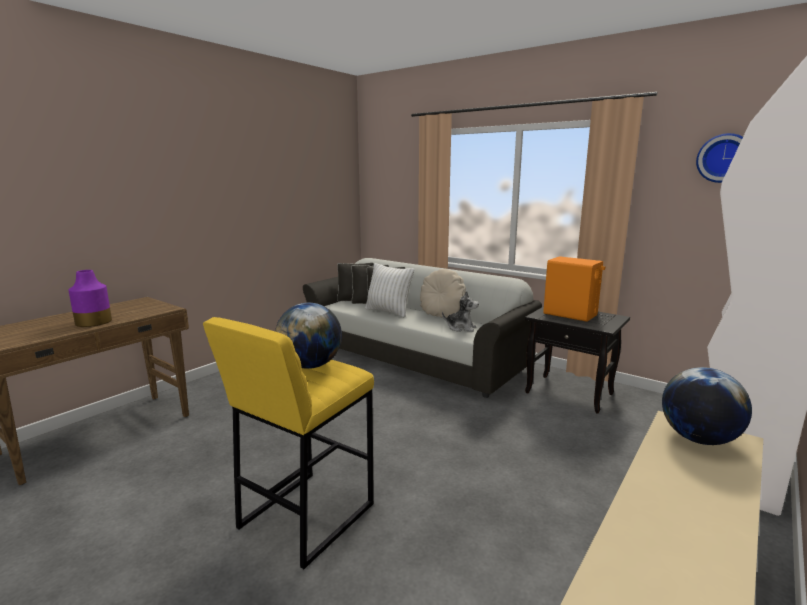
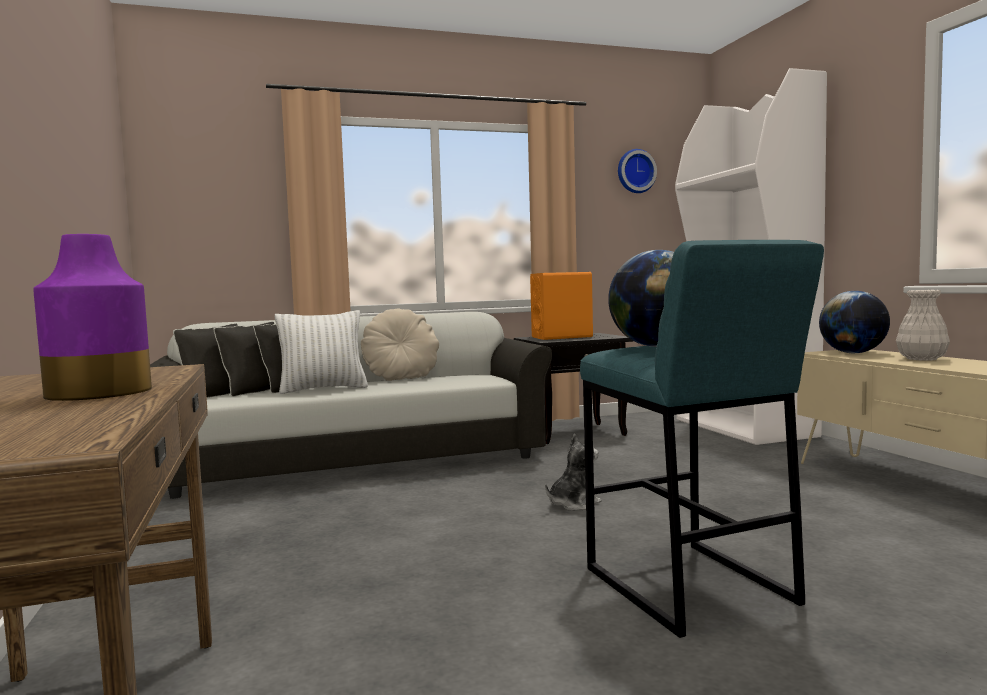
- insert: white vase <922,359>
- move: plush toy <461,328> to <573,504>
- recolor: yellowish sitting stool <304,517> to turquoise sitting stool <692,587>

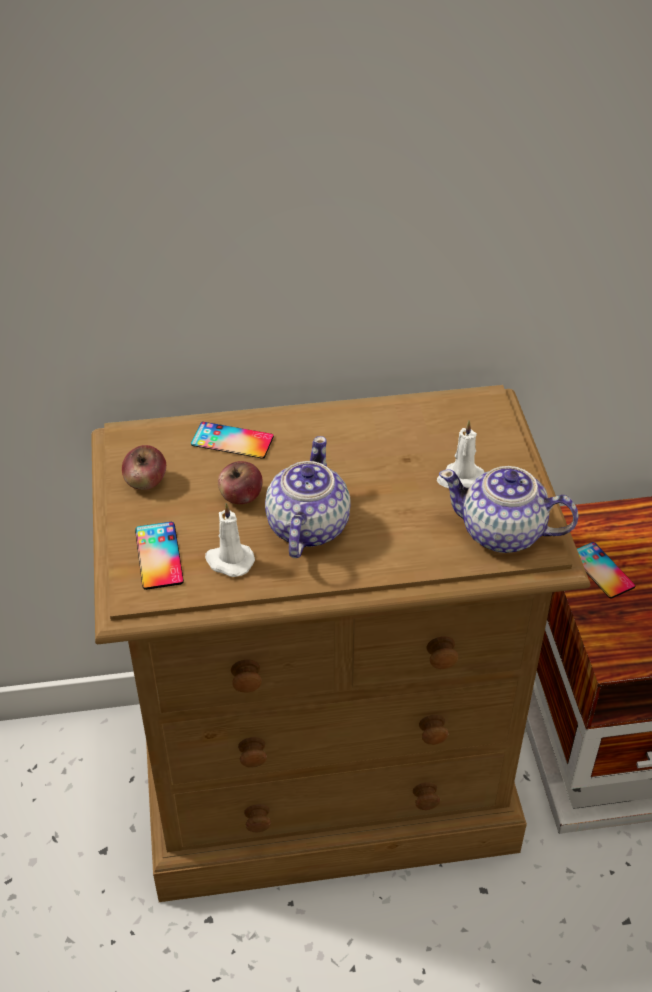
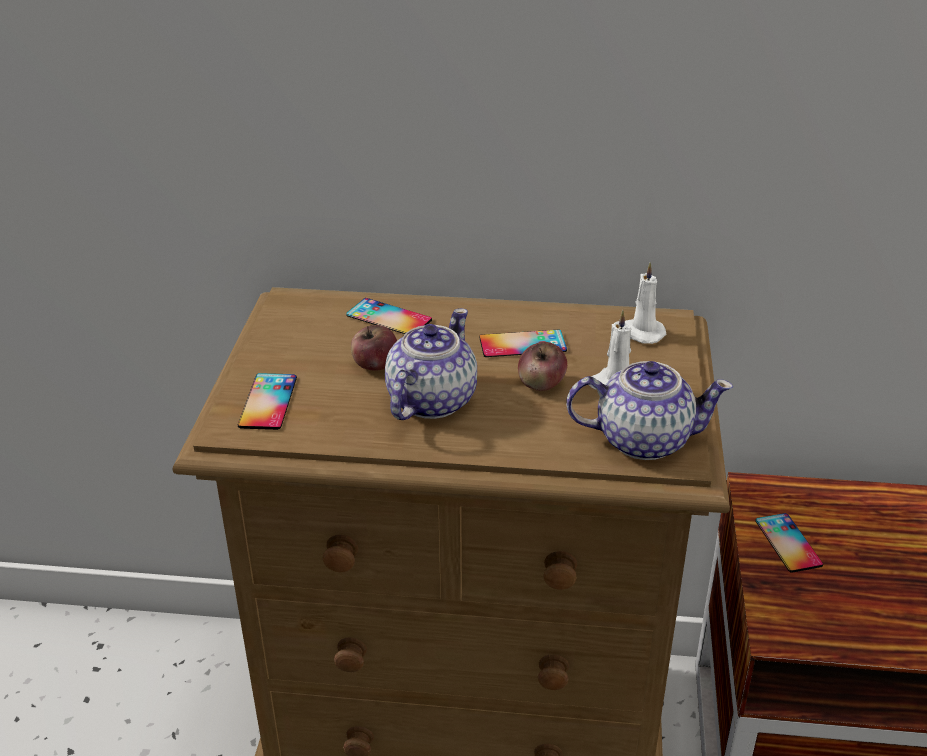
- insert: phone <522,344>
- move: apple fruit <146,482> to <541,384>
- move: white candle <229,561> to <640,333>
- rotate: teapot <503,533> = <642,439> 150 degrees clockwise

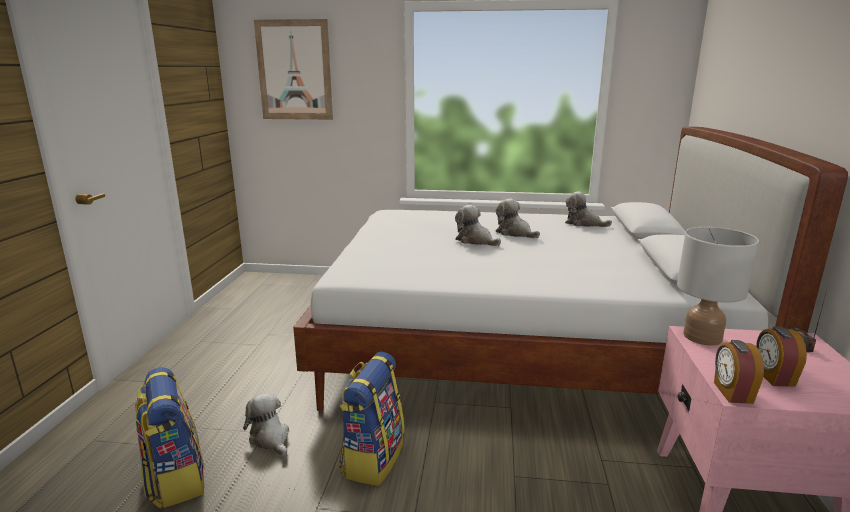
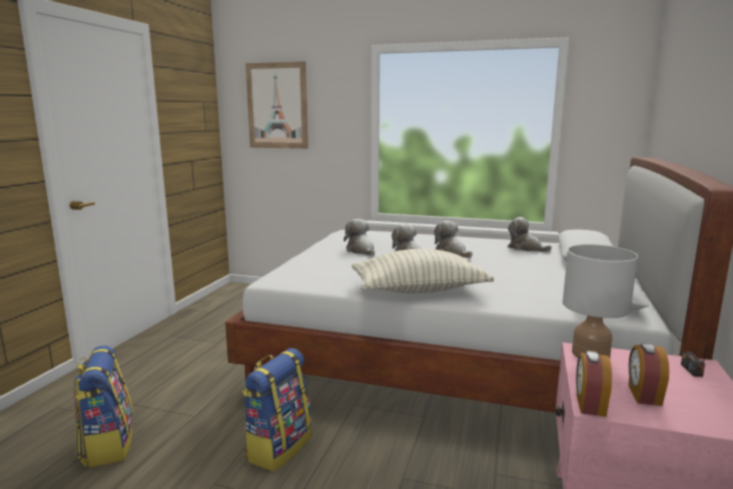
- insert: pillow <418,290>
- move: plush toy <270,438> to <361,251>

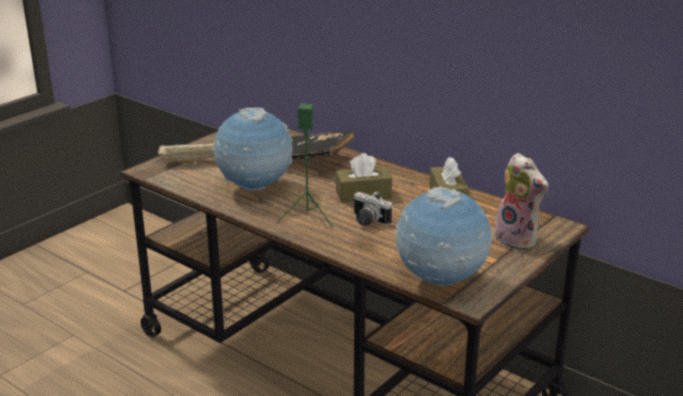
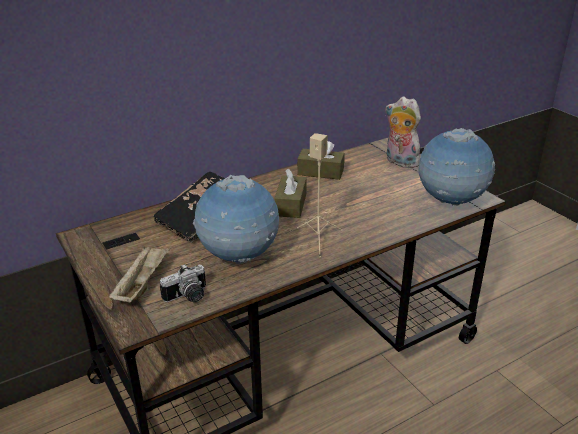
- move: photo camera <367,221> to <188,297>
- recolor: green-coloured speaker <308,217> to sand-coloured speaker <318,239>
- rotate: plush toy <518,240> = <399,162> 120 degrees counterclockwise

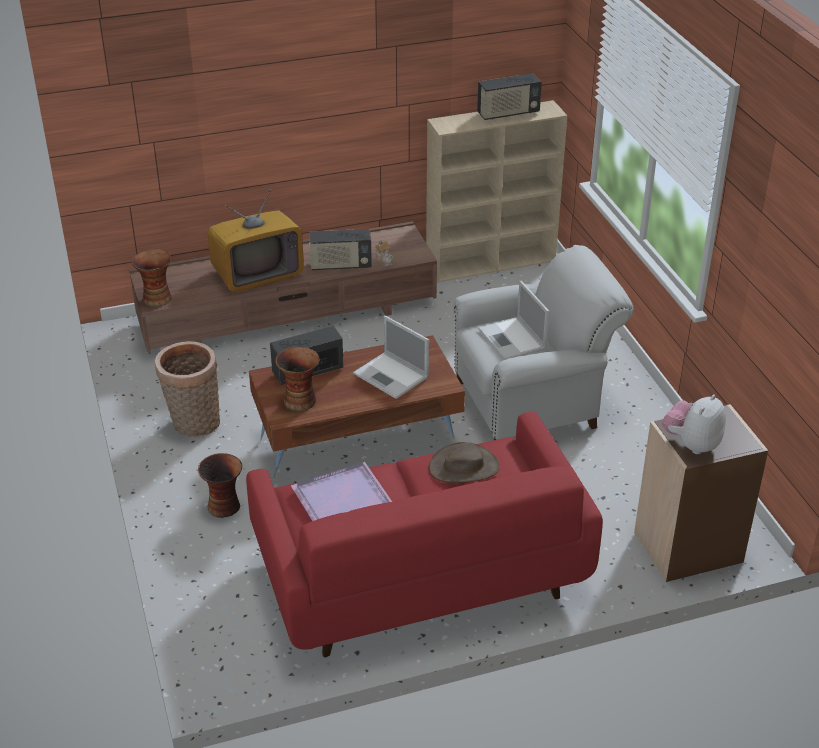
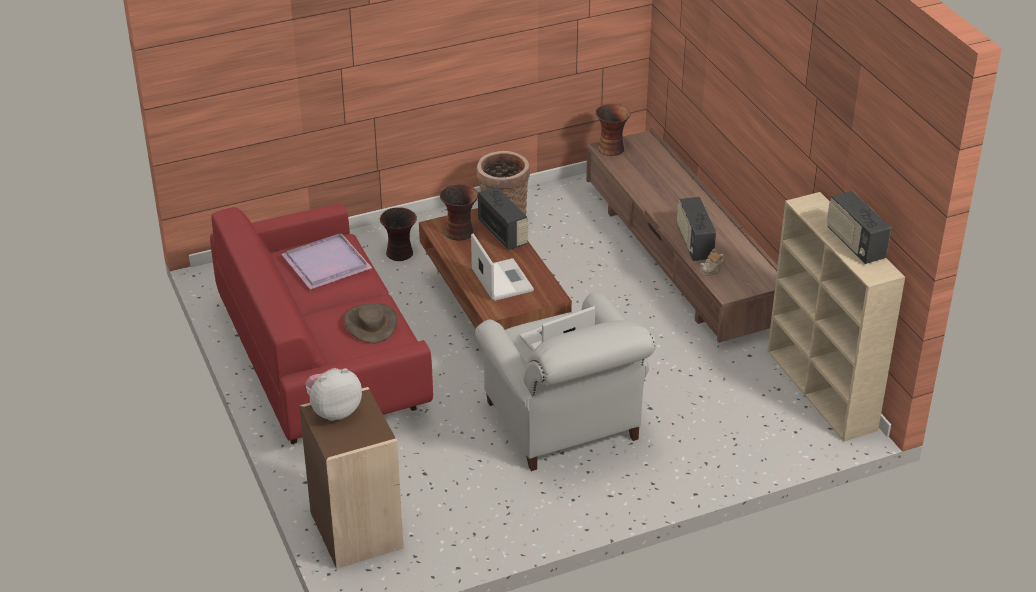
- delete: television <257,273>
- rotate: portable computer <392,376> = <501,279> 120 degrees clockwise
- rotate: plush toy <692,444> = <334,411> 60 degrees counterclockwise

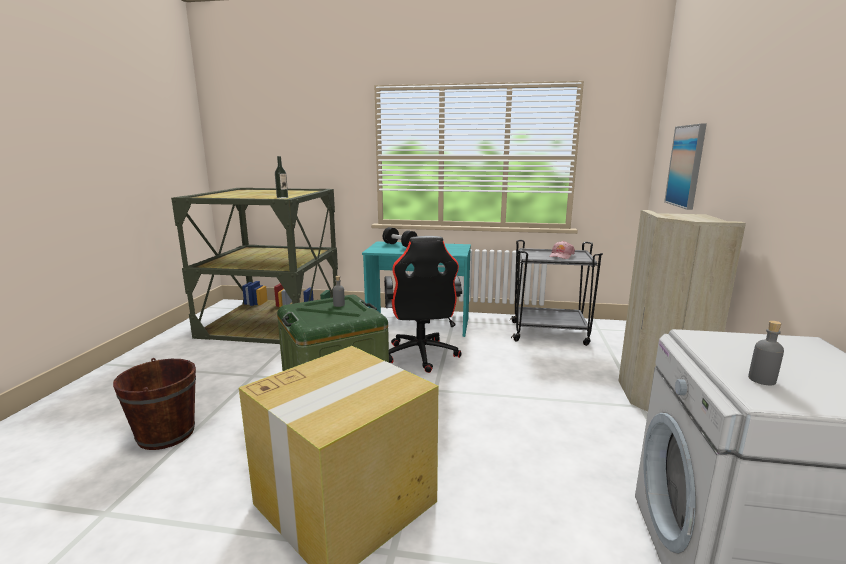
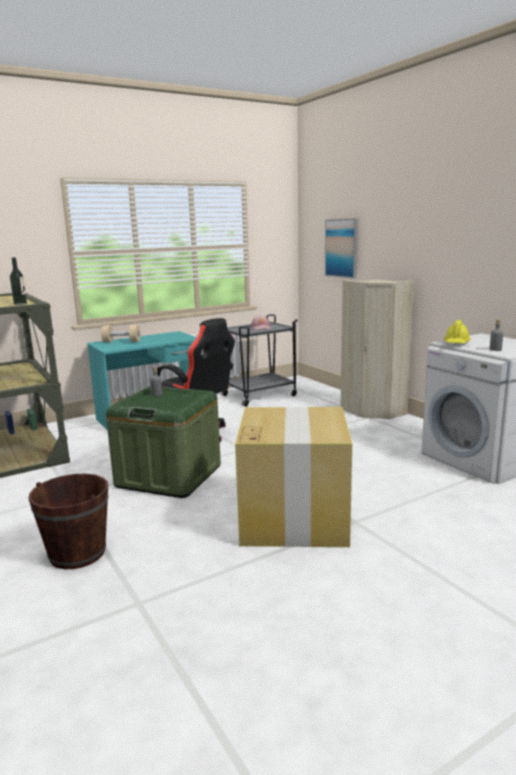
- insert: yellowish work helmet <456,343>
- recolor: blackish free weight <400,245> to sand-coloured free weight <121,341>

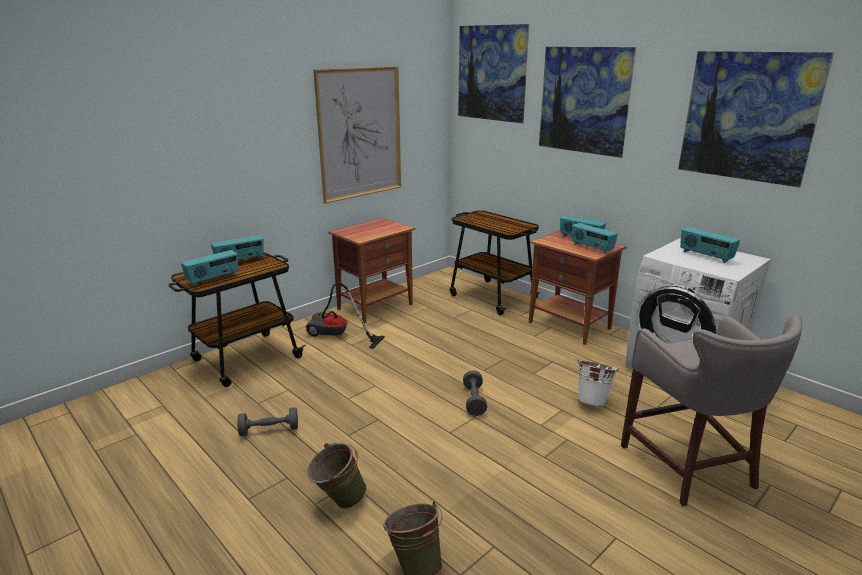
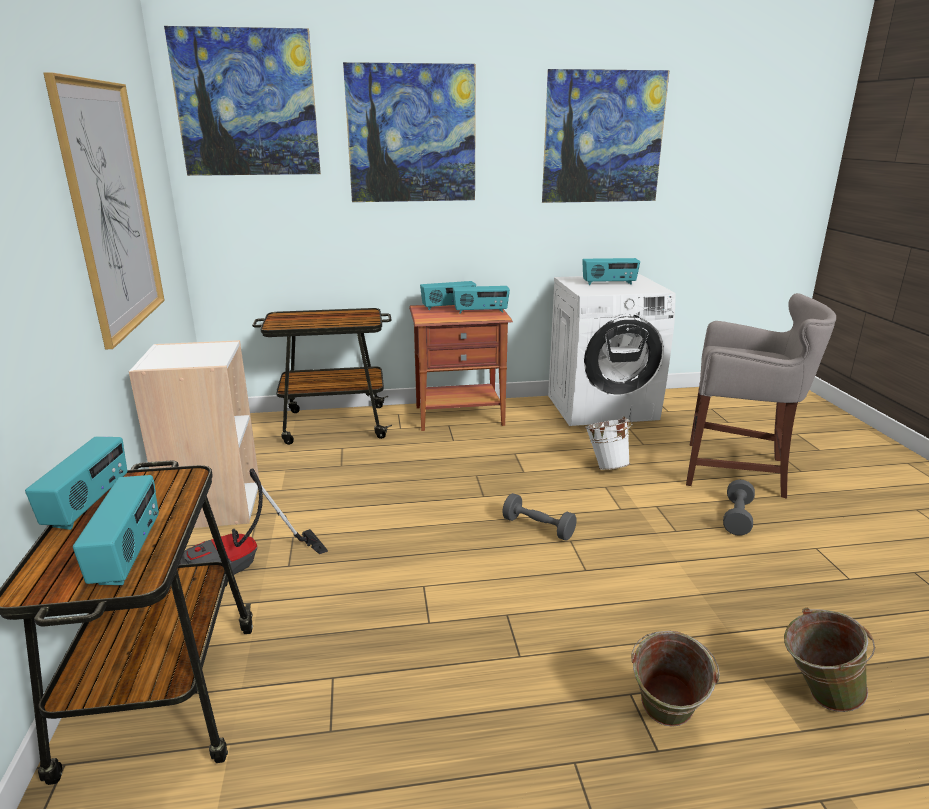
- move: grey free weight <269,430> to <737,517>
- replace: night table <375,306> to bookshelf <214,505>

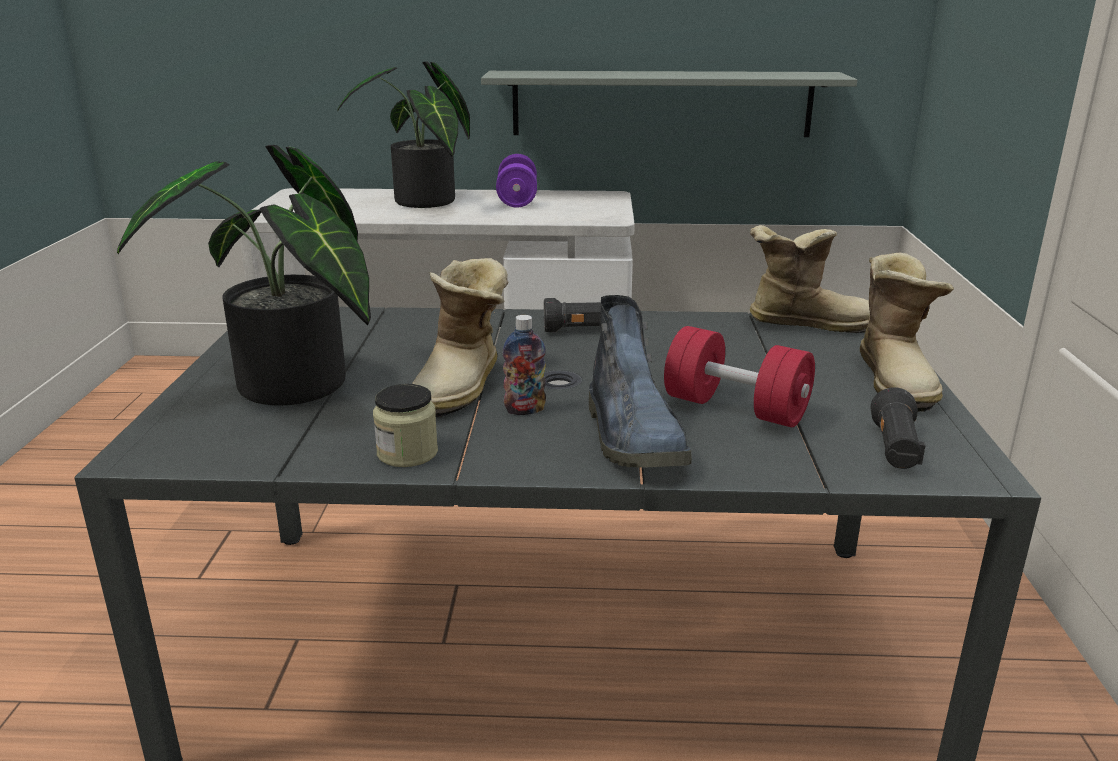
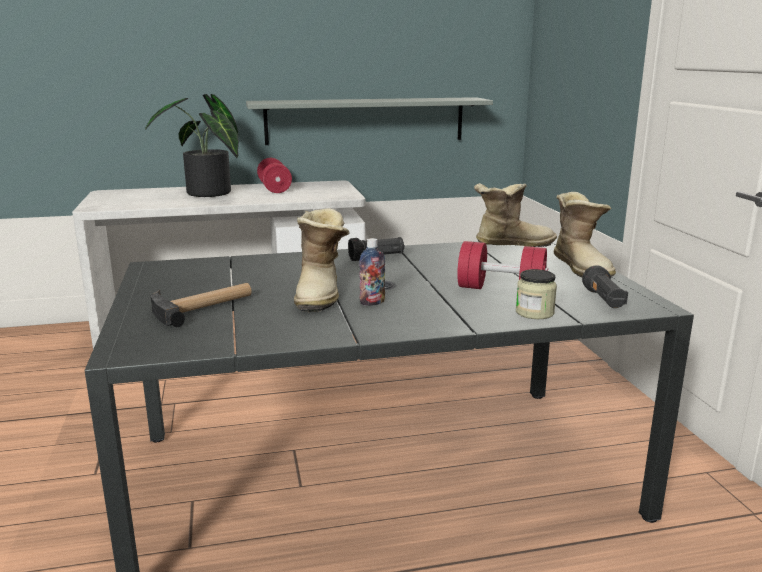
- delete: high-top boot <634,439>
- move: storage jar <407,453> to <534,312>
- replace: potted plant <292,390> to hand hammer <204,307>
- recolor: purple free weight <517,199> to red free weight <274,188>

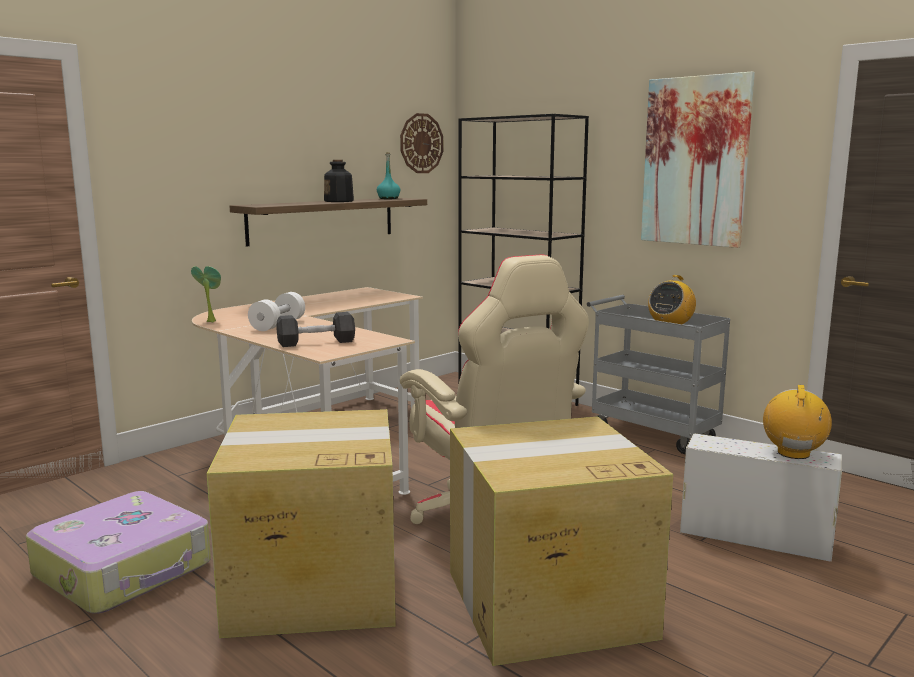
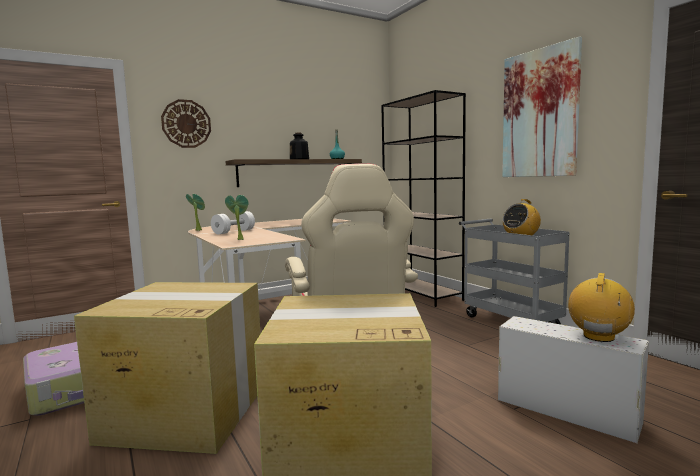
- move: hanging clock <421,143> to <186,124>
- replace: blackish free weight <316,342> to potted plant <239,239>

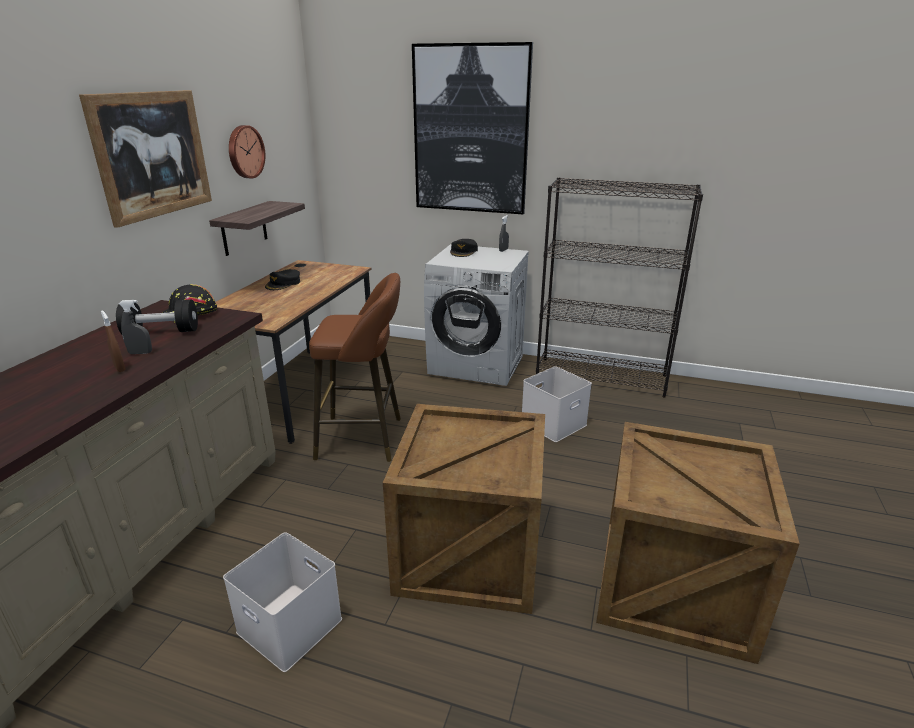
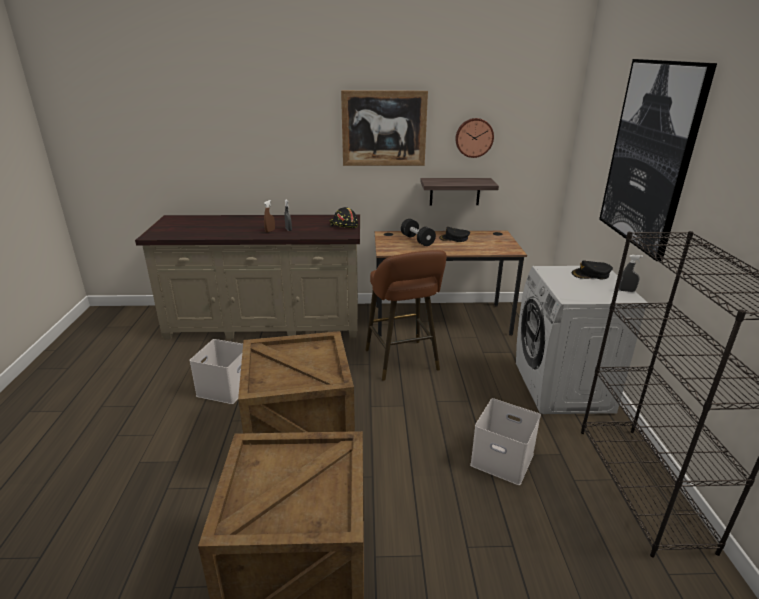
- move: blackish free weight <161,332> to <417,240>

